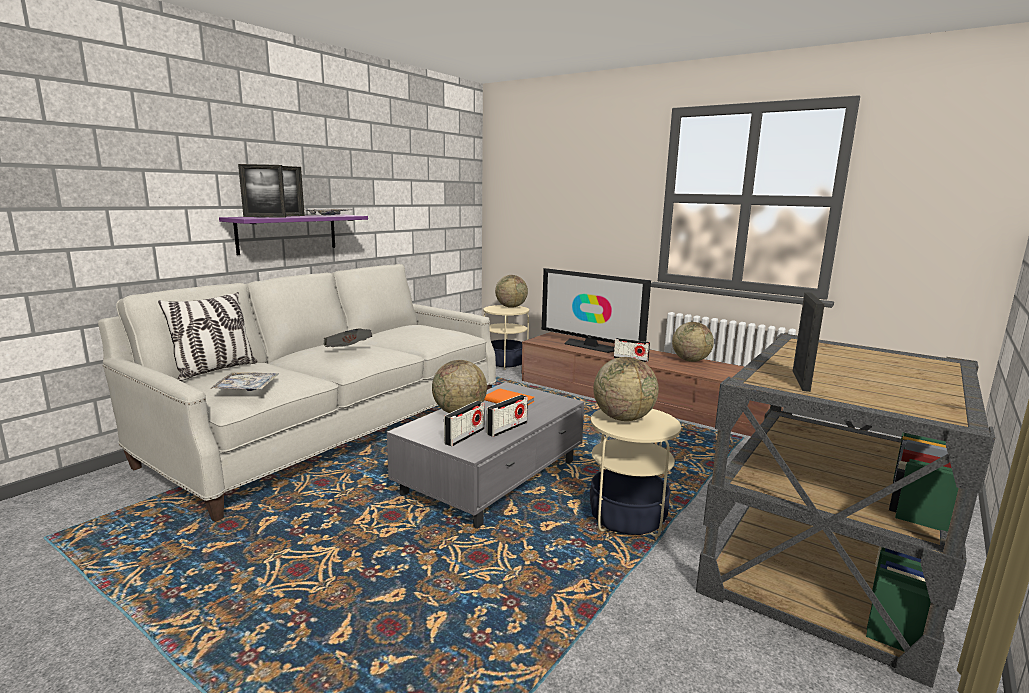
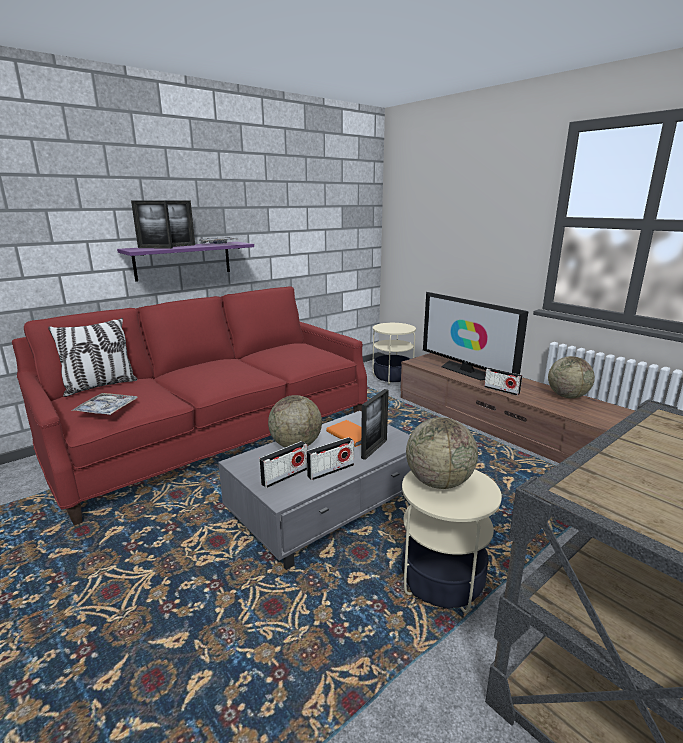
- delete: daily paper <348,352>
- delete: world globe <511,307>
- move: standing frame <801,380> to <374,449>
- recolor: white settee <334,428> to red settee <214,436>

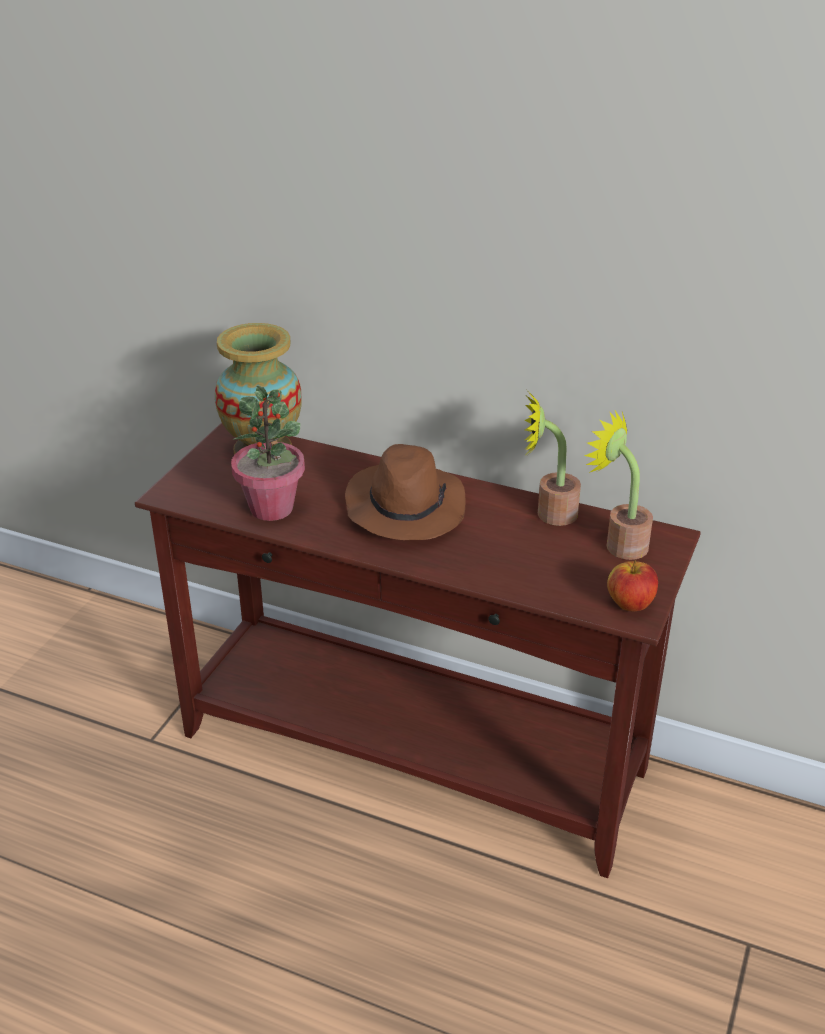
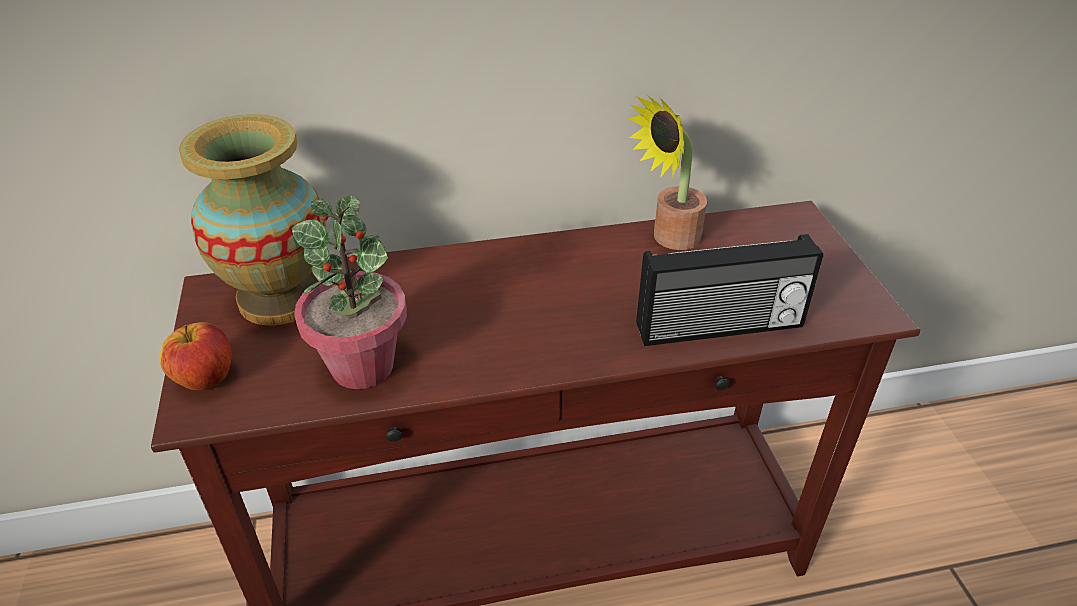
- delete: brownish wearable hat <405,508>
- delete: potted plant <619,543>
- insert: radio receiver <720,328>
- move: apple fruit <630,604> to <206,378>

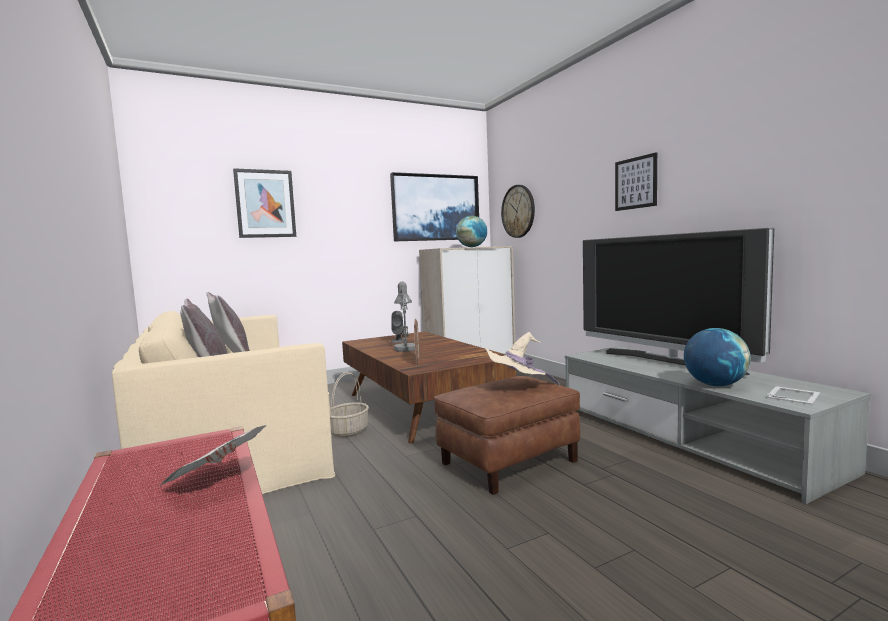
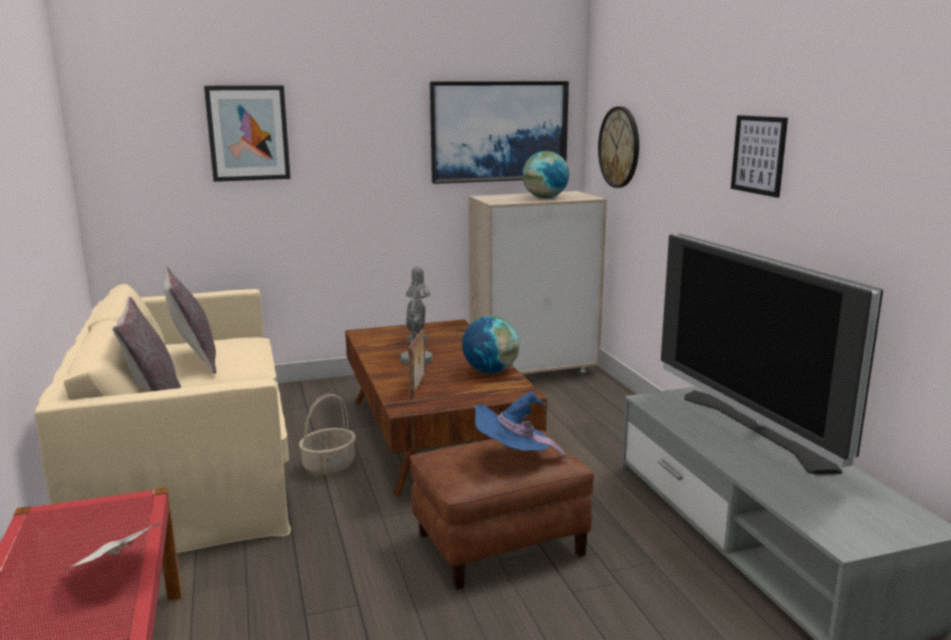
- delete: standing frame <793,395>
- move: world globe <715,385> to <490,371>
- recolor: sand-coloured wearable hat <518,387> to blue-coloured wearable hat <514,458>

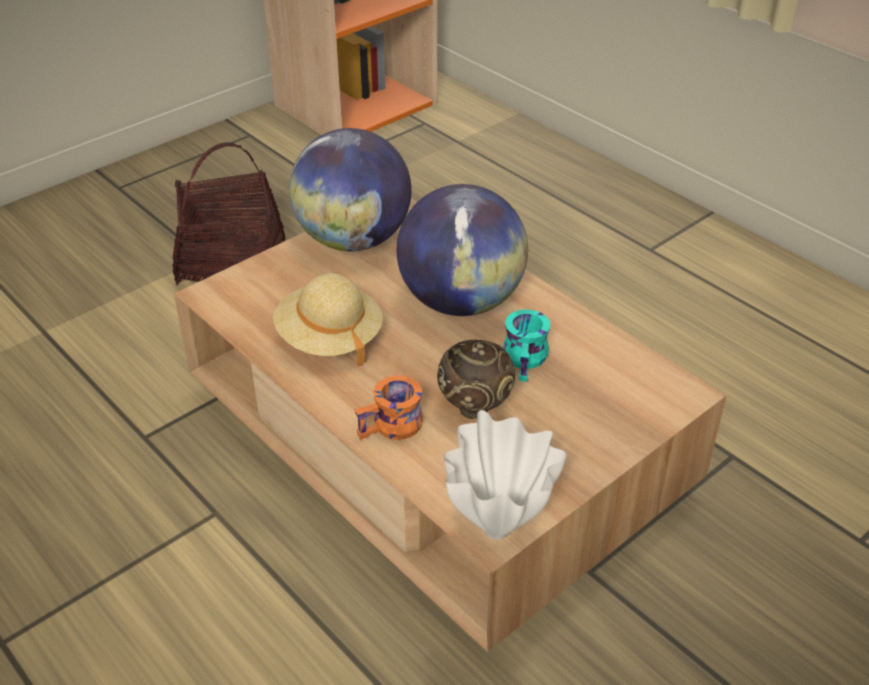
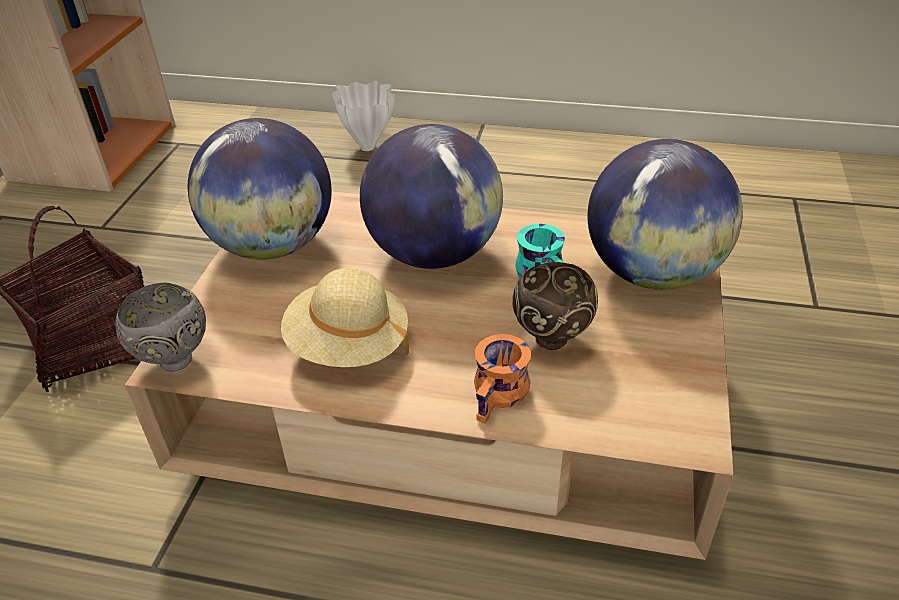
- insert: grey bowl <173,360>
- insert: world globe <653,273>
- move: white vase <497,531> to <368,148>

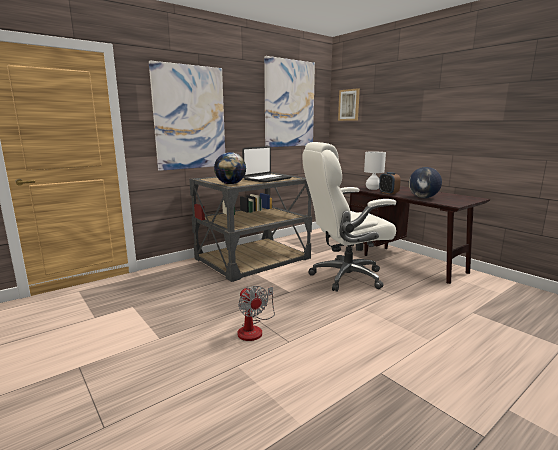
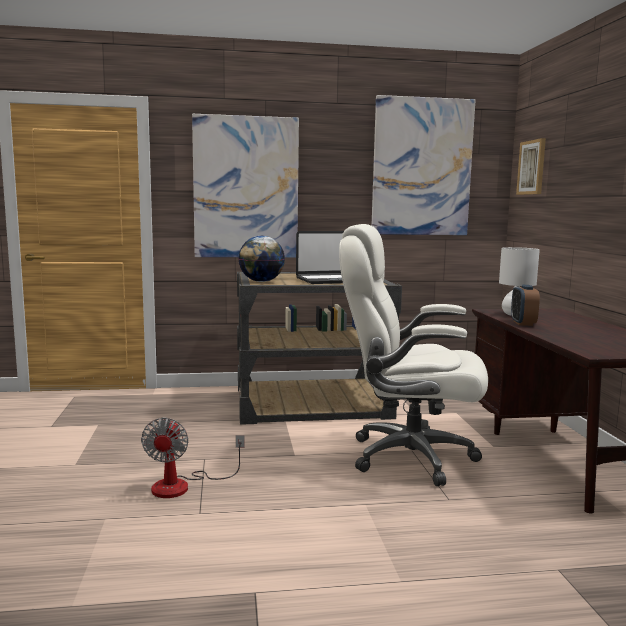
- delete: world globe <423,198>

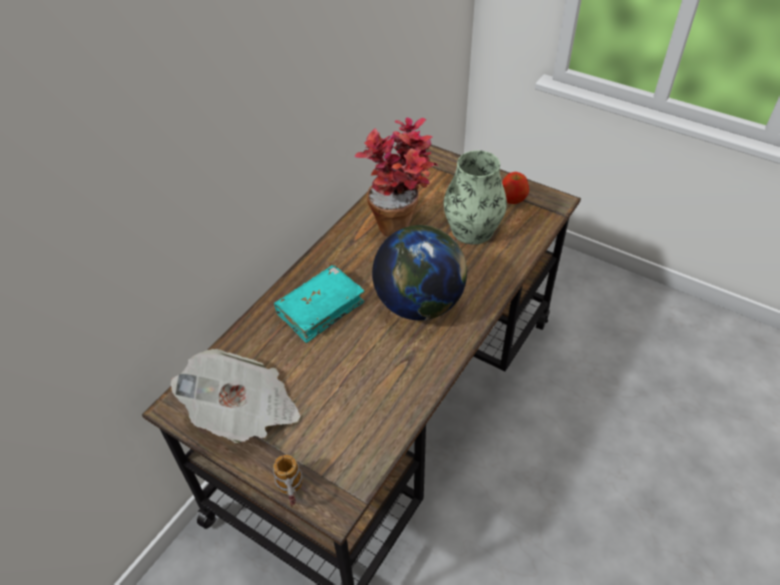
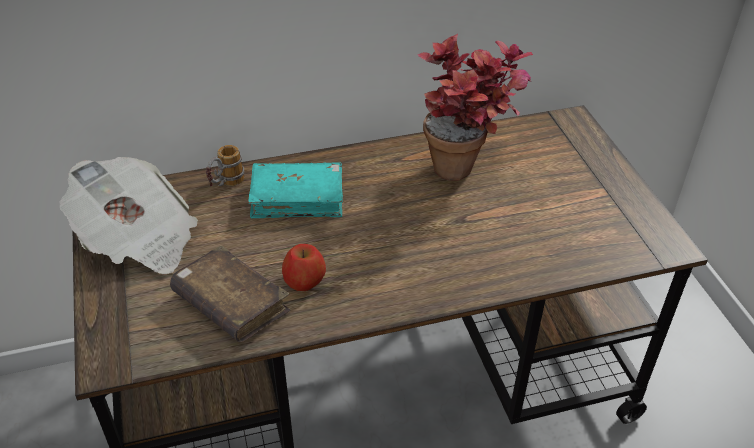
- delete: world globe <419,304>
- delete: vase <472,230>
- insert: brownish volume <231,304>
- move: tea mug <292,493> to <225,185>
- move: apple fruit <513,197> to <304,280>

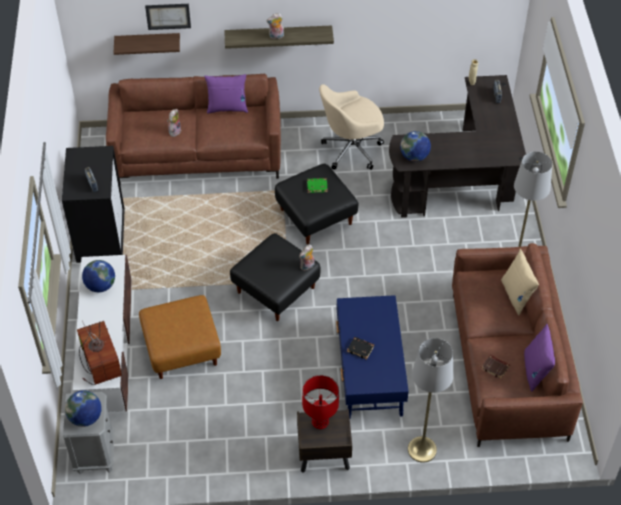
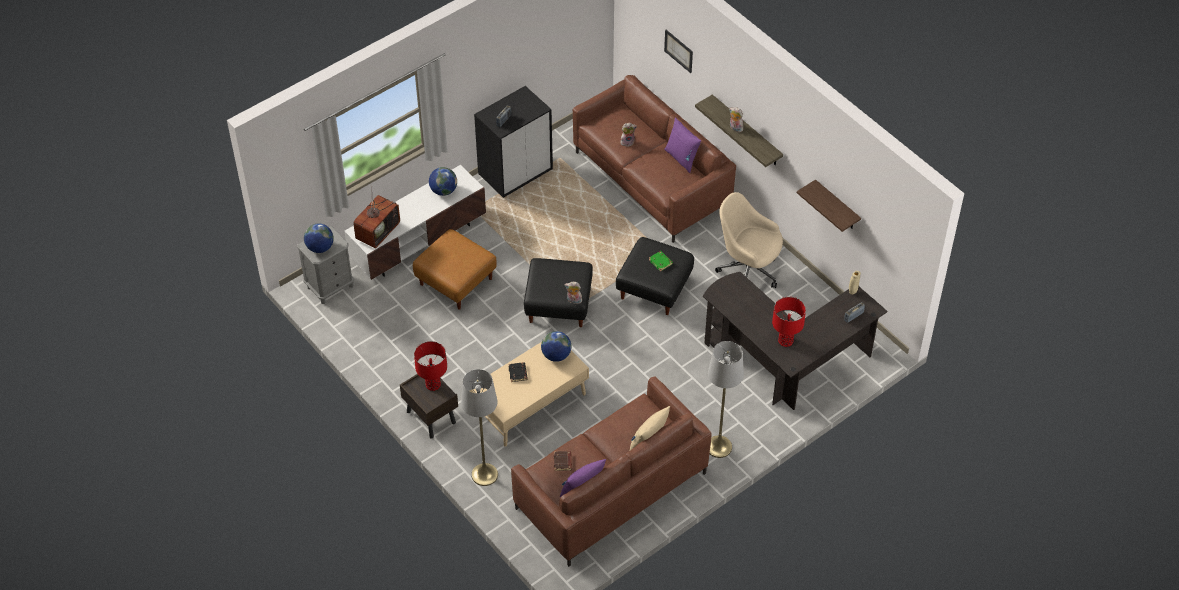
- insert: red lamp for a table <785,340>
- move: bracket shelf <148,43> to <837,206>
- move: world globe <414,157> to <556,355>
- recolor: blue-coloured lounge table <369,371> to sand-coloured lounge table <530,404>

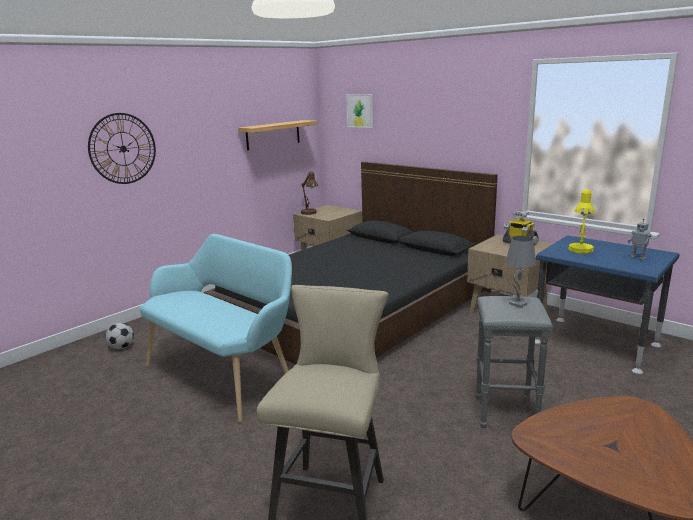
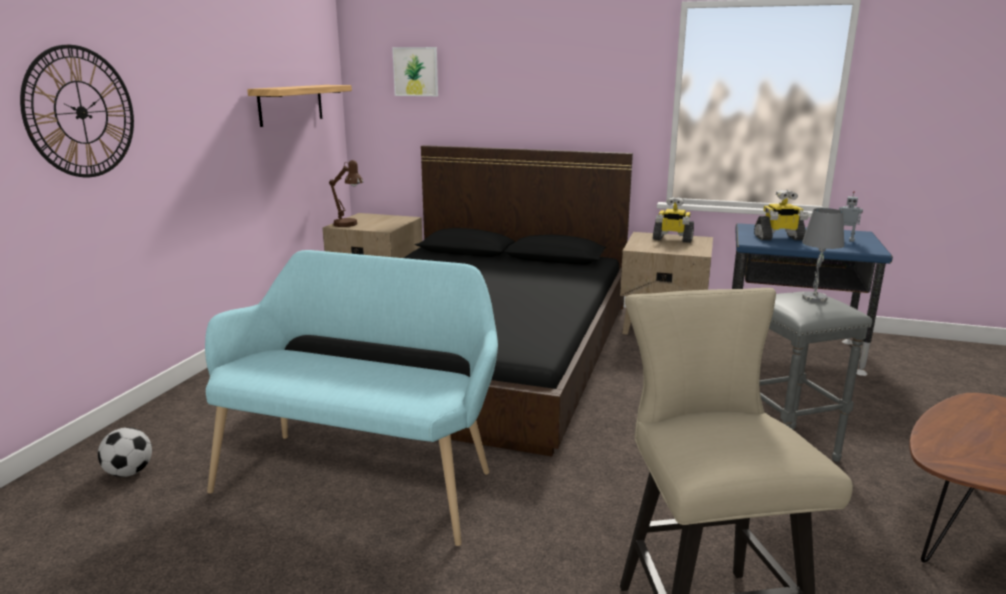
- replace: yellowish lamp for a table <580,251> to model robot <779,238>

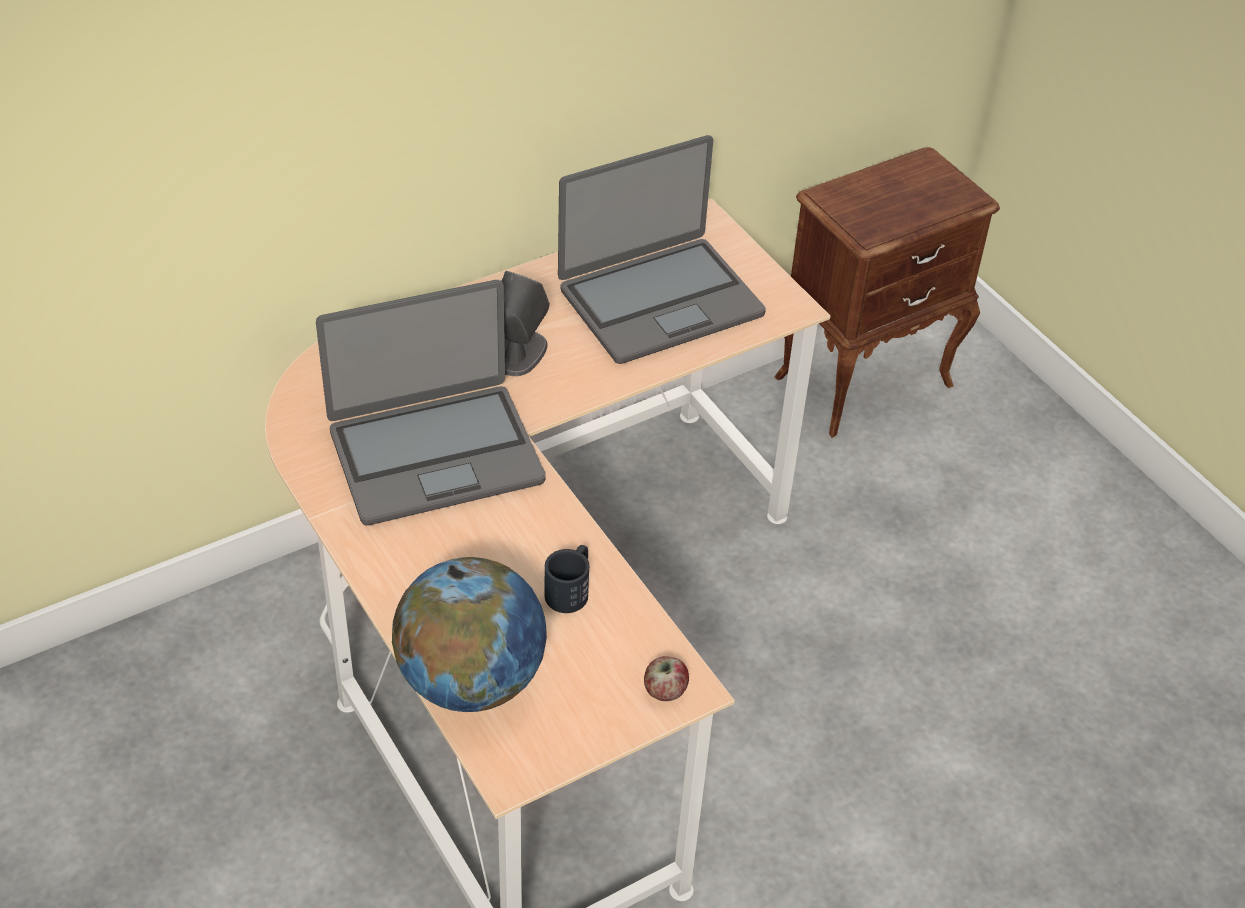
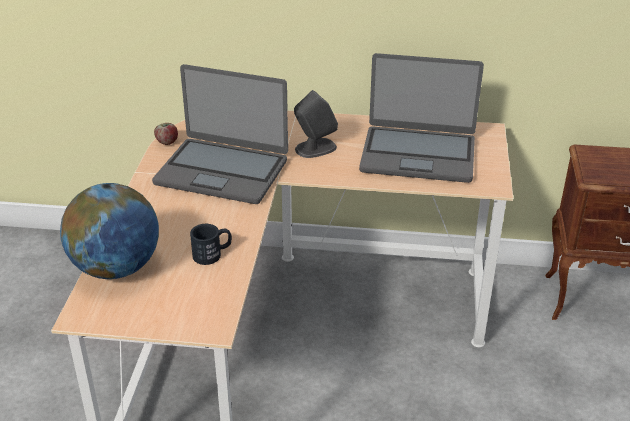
- move: apple fruit <665,691> to <167,142>

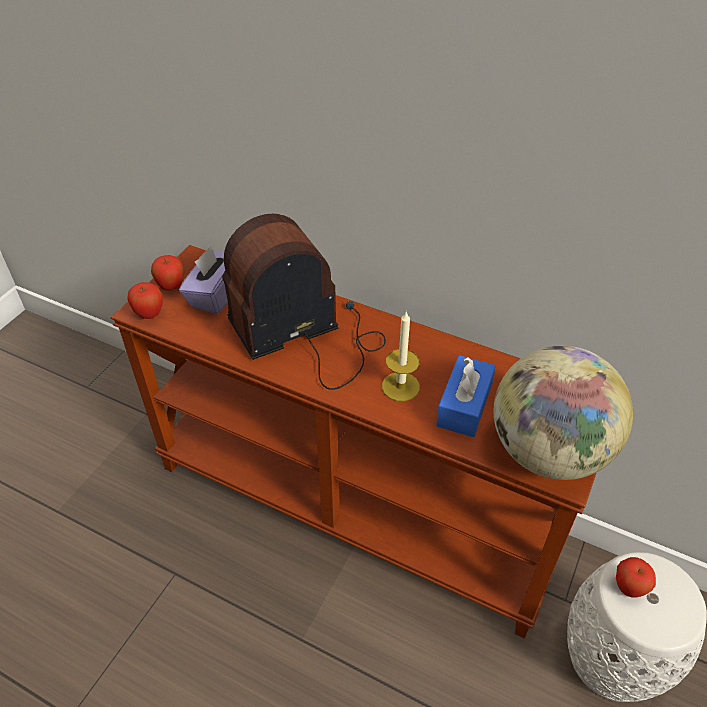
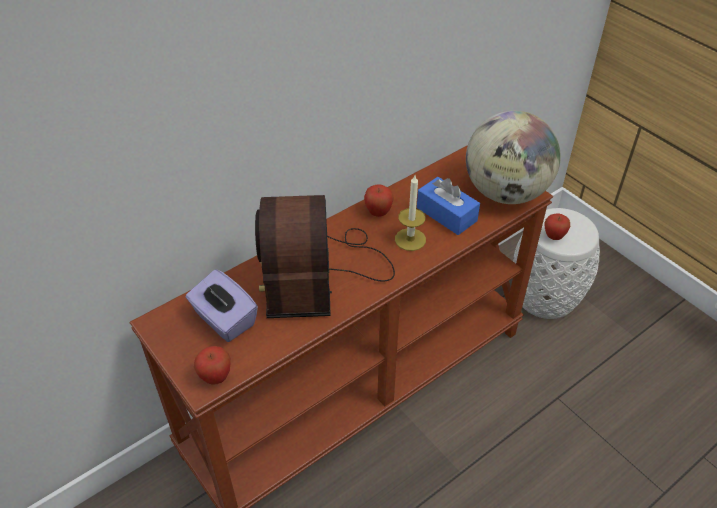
- move: apple fruit <171,287> to <378,213>

